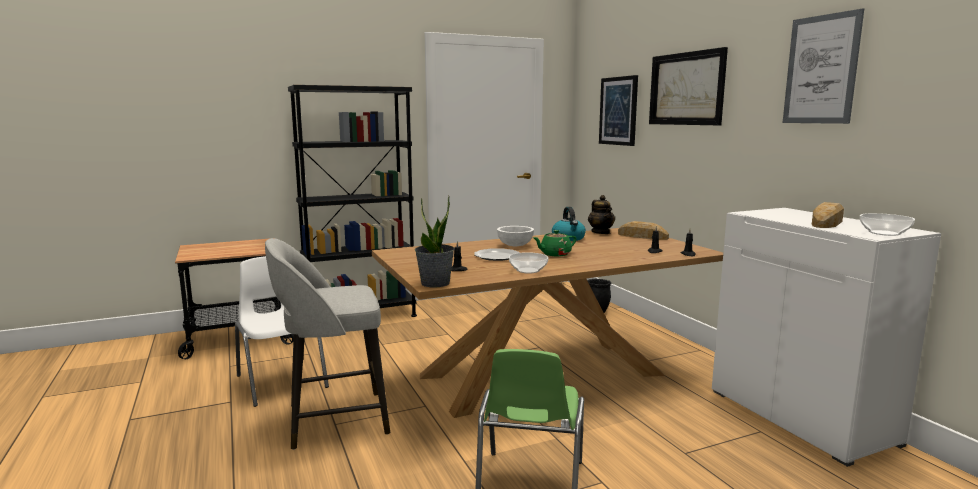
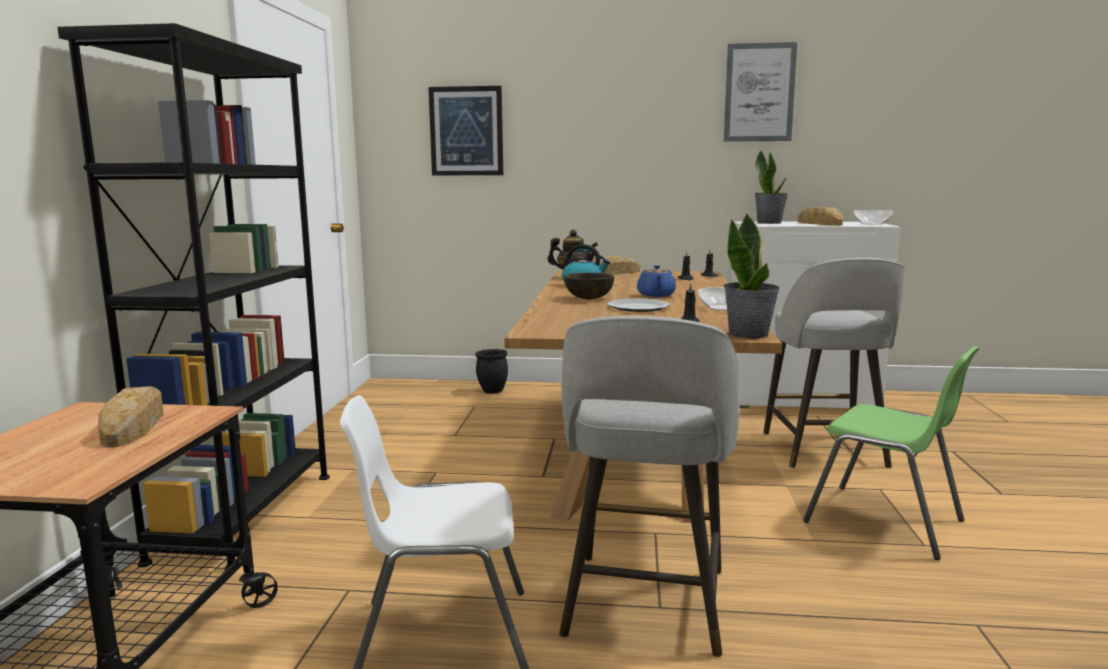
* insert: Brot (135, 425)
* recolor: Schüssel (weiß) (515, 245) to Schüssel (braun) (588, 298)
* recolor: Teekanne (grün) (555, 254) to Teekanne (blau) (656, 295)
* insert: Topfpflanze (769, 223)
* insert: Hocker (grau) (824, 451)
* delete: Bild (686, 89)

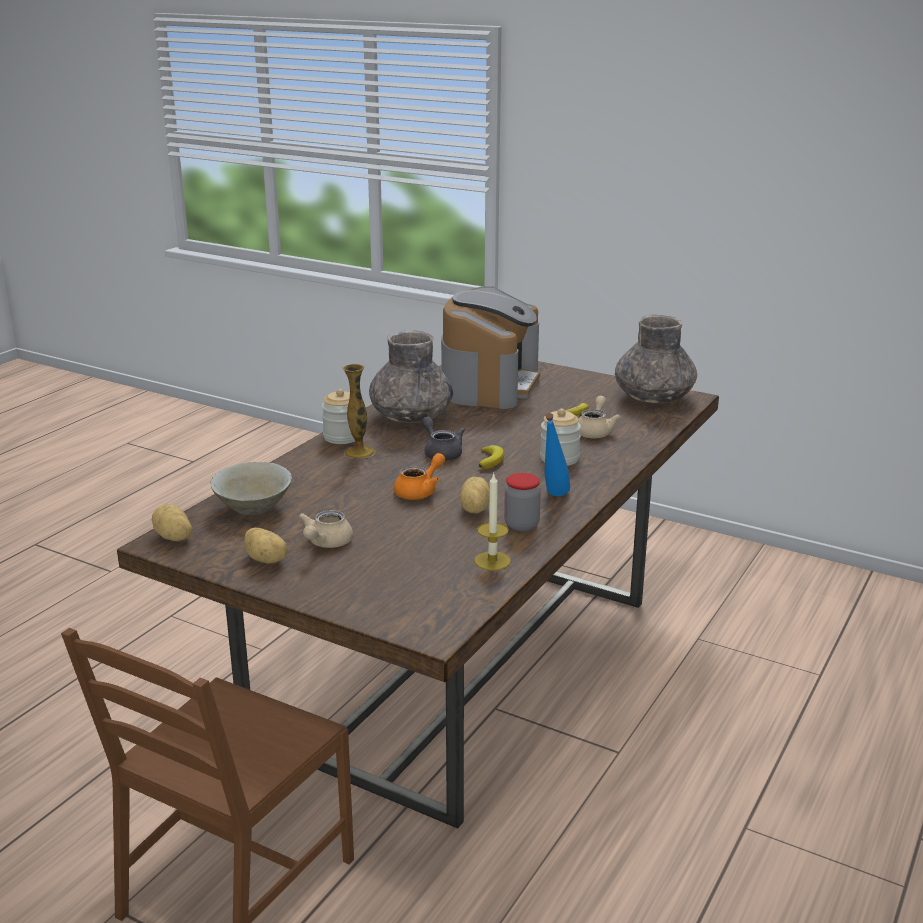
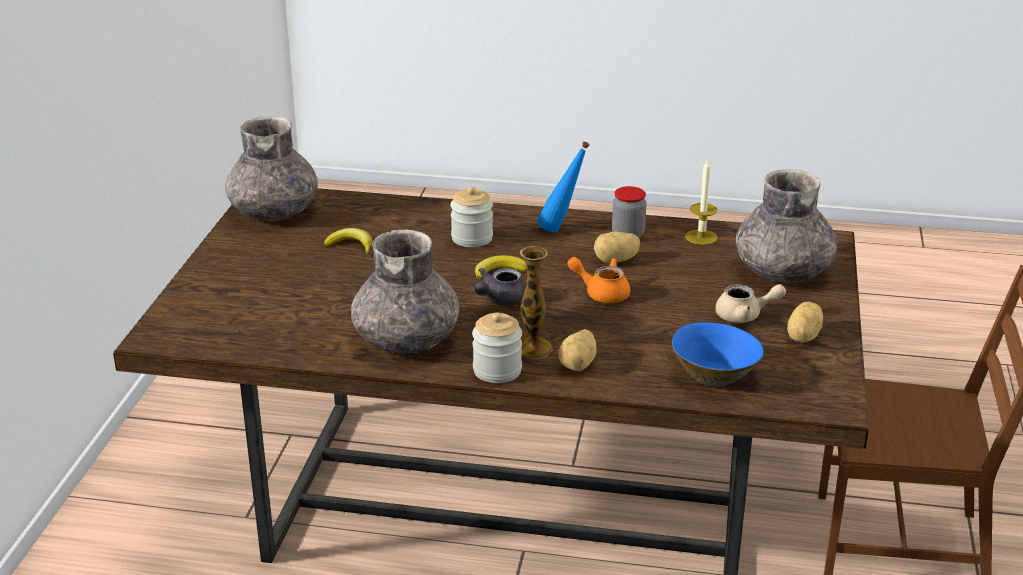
* move: Kartoffel (173, 538) to (579, 365)
* recolor: Schüssel (beige) (253, 507) to Schüssel (blau) (714, 375)
* insert: Vase (grau) (783, 271)
* delete: Kaffeemaschine (490, 384)
* delete: Teekanne (beige) (595, 431)

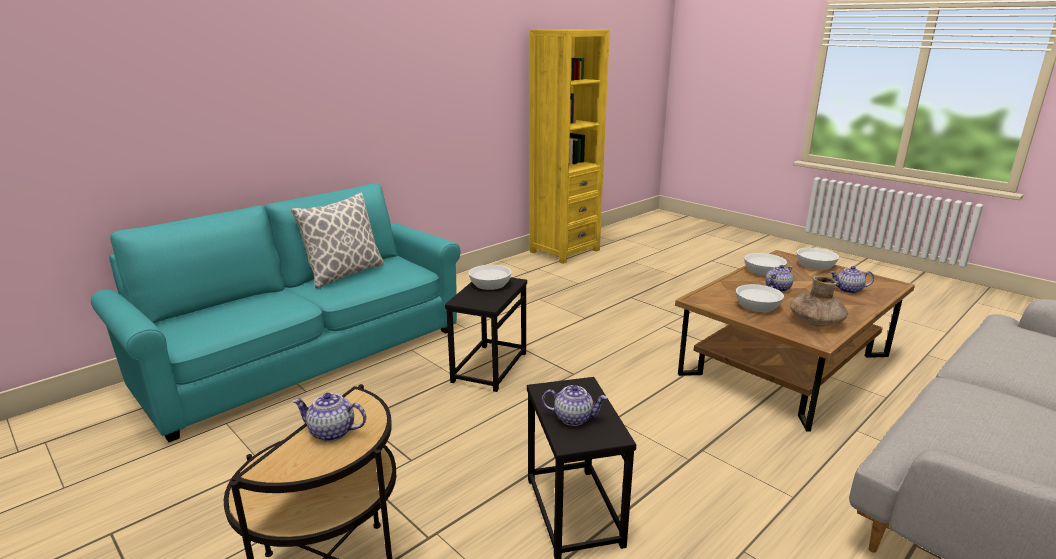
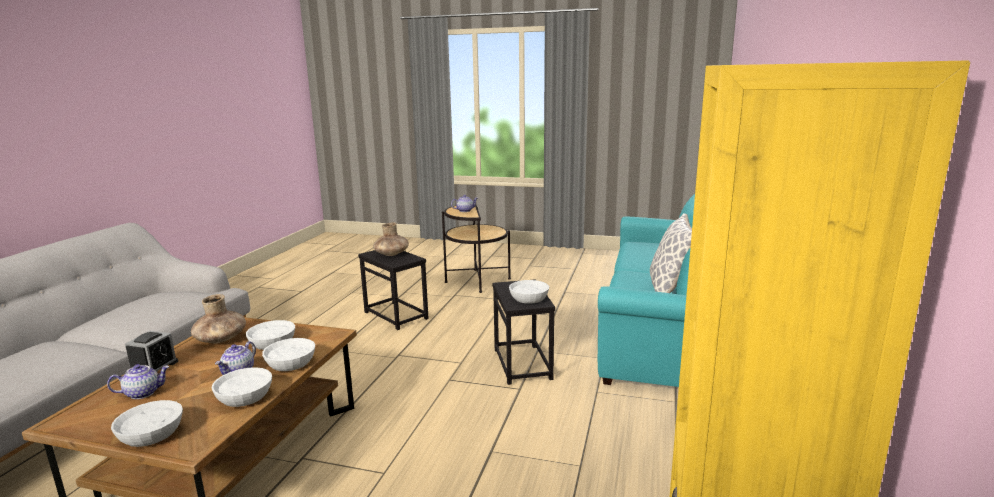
* insert: Wecker (154, 368)
* insert: Schüssel (weiß) (291, 362)
* replace: Teekanne (573, 418) to Vase (braun) (391, 254)

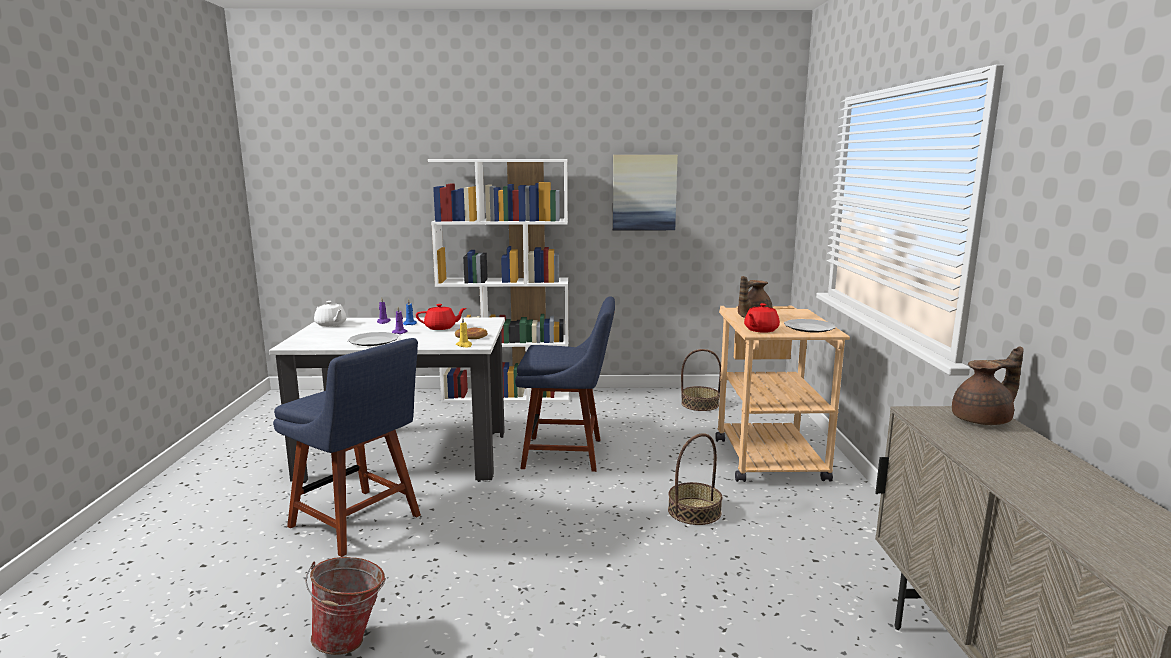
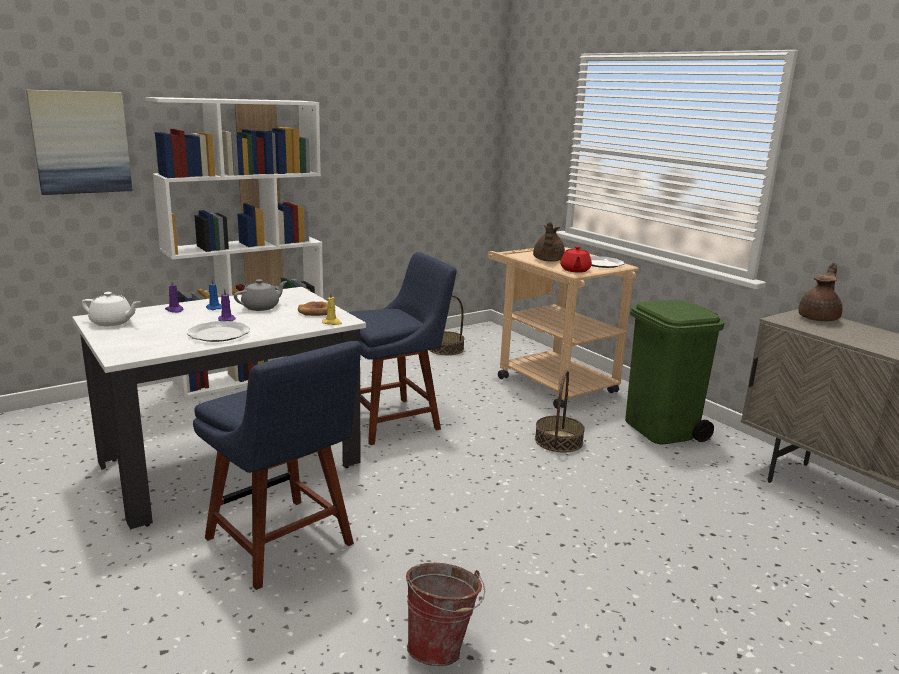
* move: Bild (644, 192) to (81, 142)
* rotate: Stuhl (blau) (359, 523) = (283, 544) 45 degrees clockwise
* recolor: Teekanne (rot) (441, 328) to Teekanne (grau) (261, 307)
* insert: Mülleimer (grün) (661, 430)

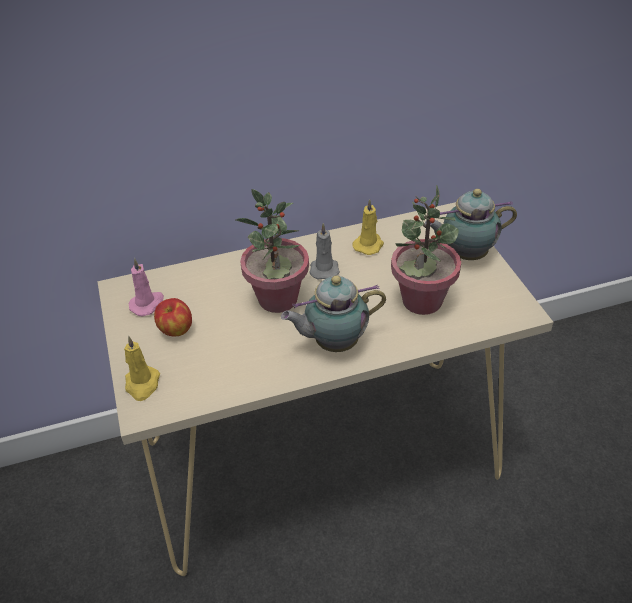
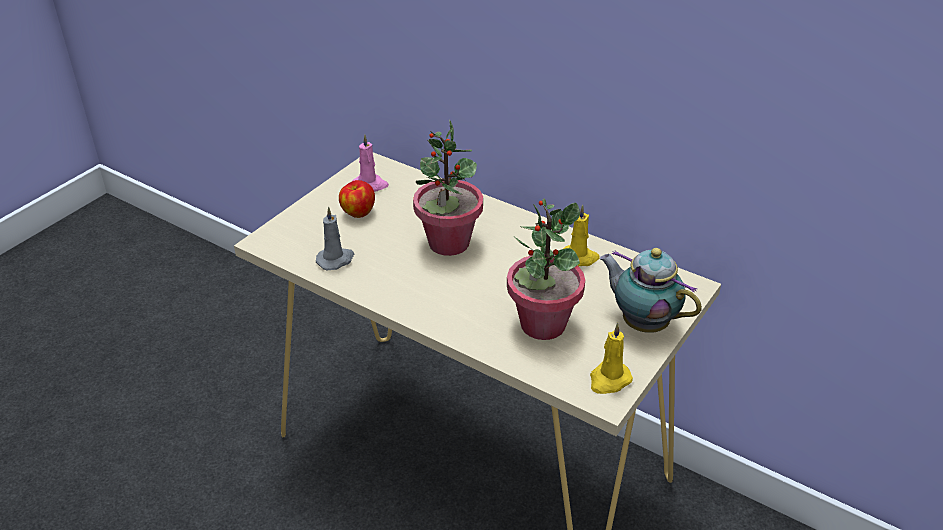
* move: Kerze (grau) (324, 269) to (336, 260)
* move: Kerze (gelb) (142, 384) to (609, 380)
* delete: Teekanne (333, 343)

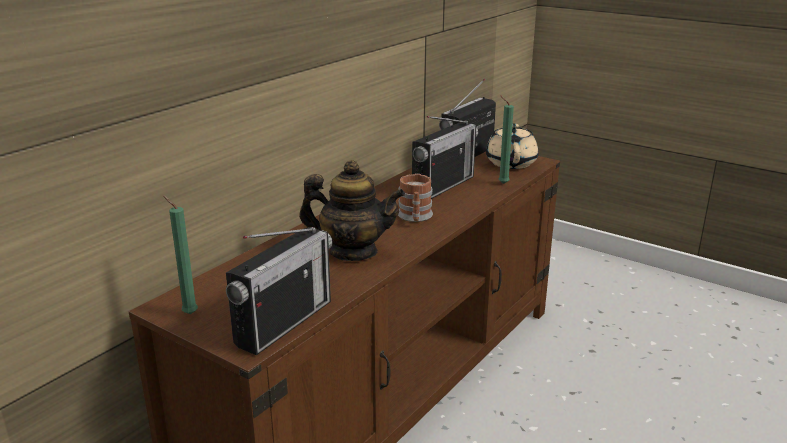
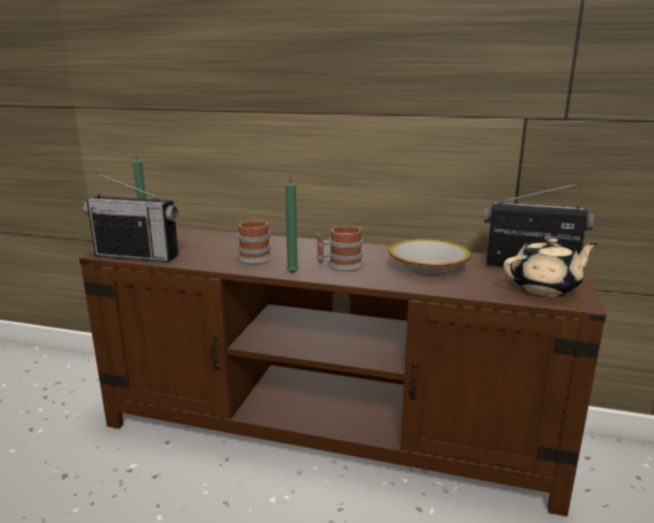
* replace: Teekanne (353, 251) to Henkelbecher (254, 256)
* move: Kerze (grün) (501, 183) to (293, 272)
* replace: Radio (443, 186) to Schüssel (428, 267)

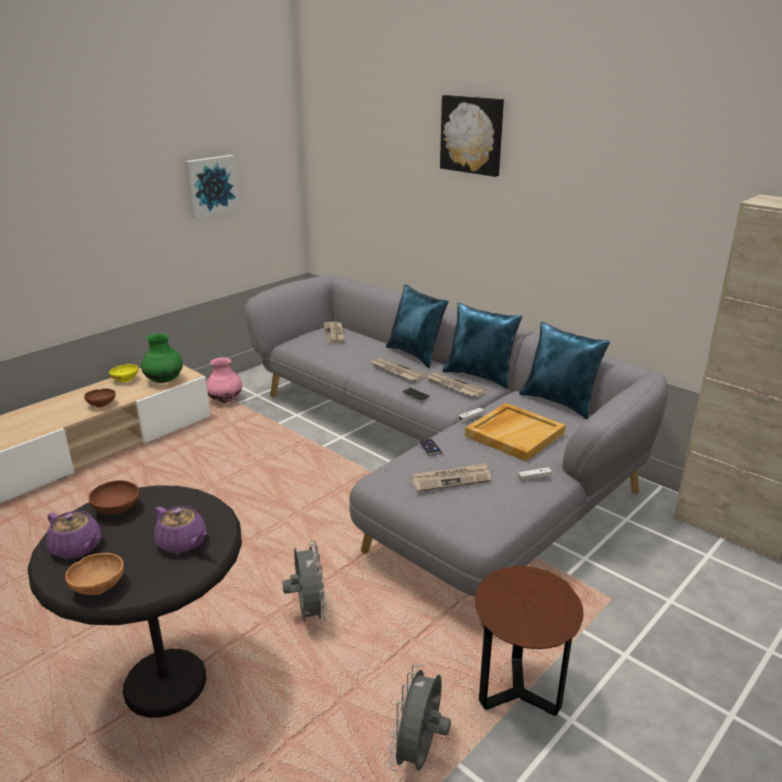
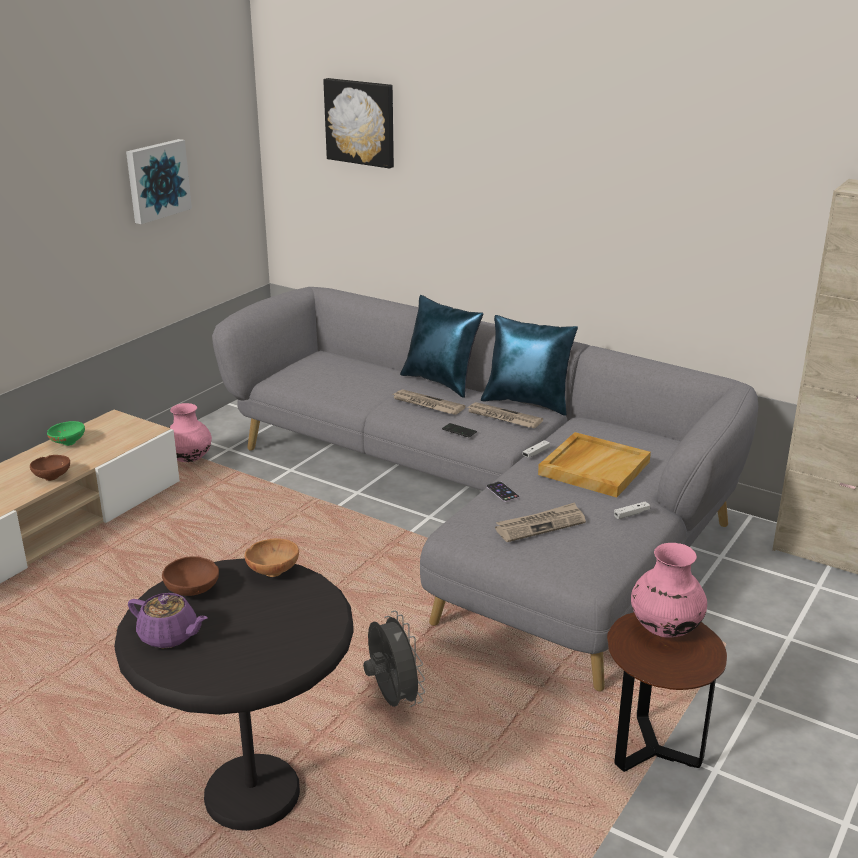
* recolor: Schüssel (gelb) (125, 380) to Schüssel (grün) (67, 442)
* move: Schüssel (braun) (99, 586) to (273, 570)
* move: Bild (472, 135) to (361, 122)
* insert: Vase (rosa) (664, 629)
* delete: Vase (grün) (164, 381)
* delete: Teekanne (lila) (183, 543)
* delete: Zeitung (334, 334)
* delete: Ventilator (grau) (419, 754)
* delete: Kissen (blau) (560, 402)

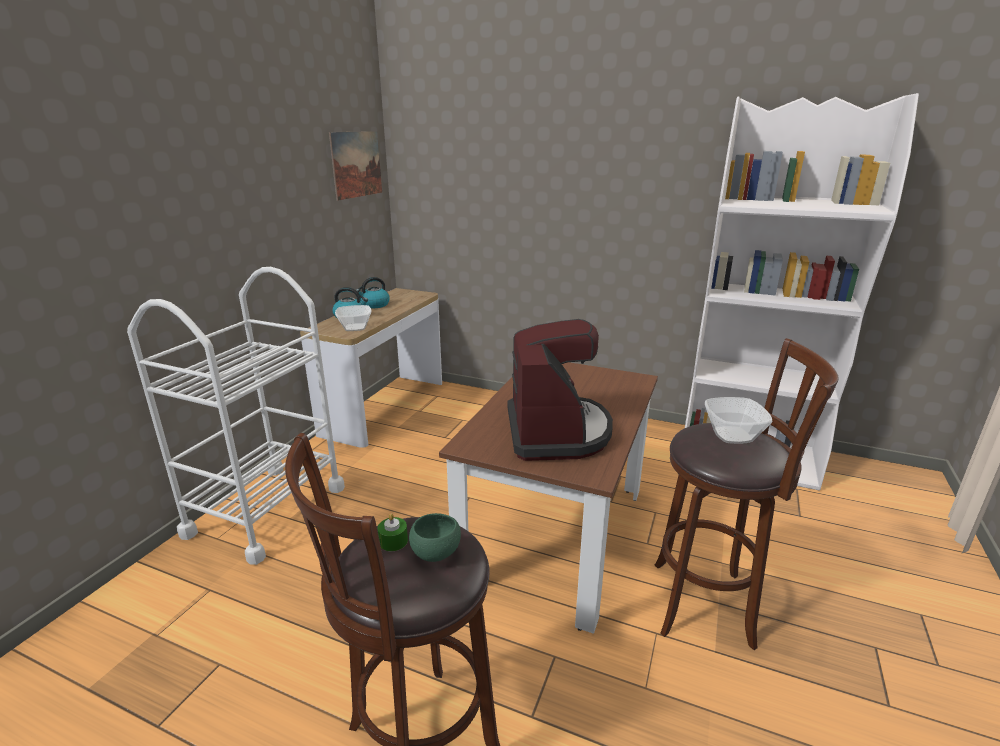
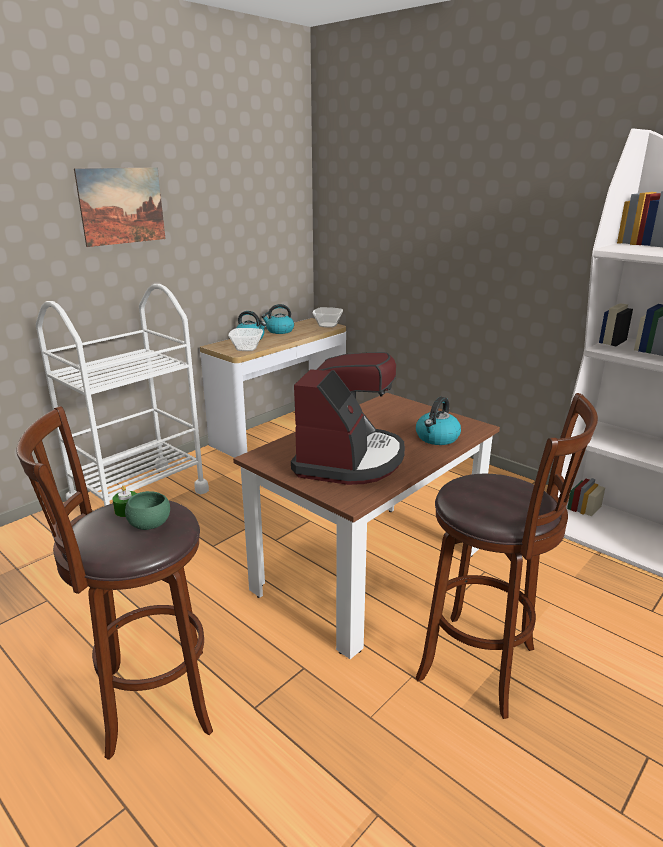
* move: Bild (356, 164) to (122, 206)
* move: Schüssel (733, 436) to (328, 325)
* insert: Wasserkessel (437, 438)

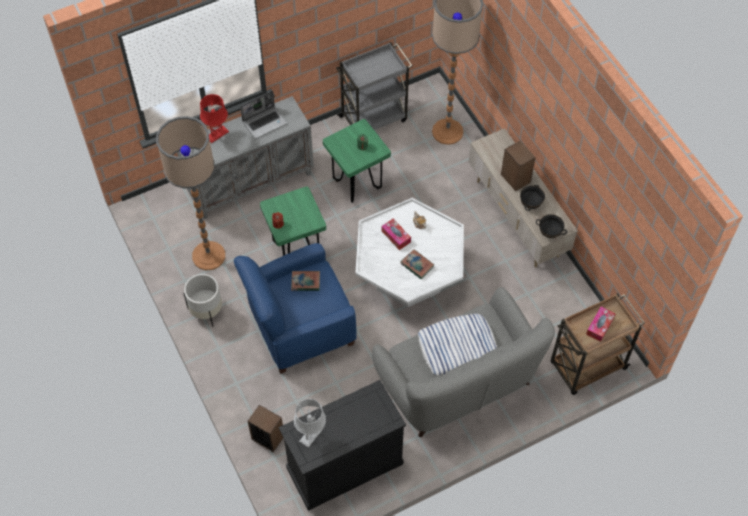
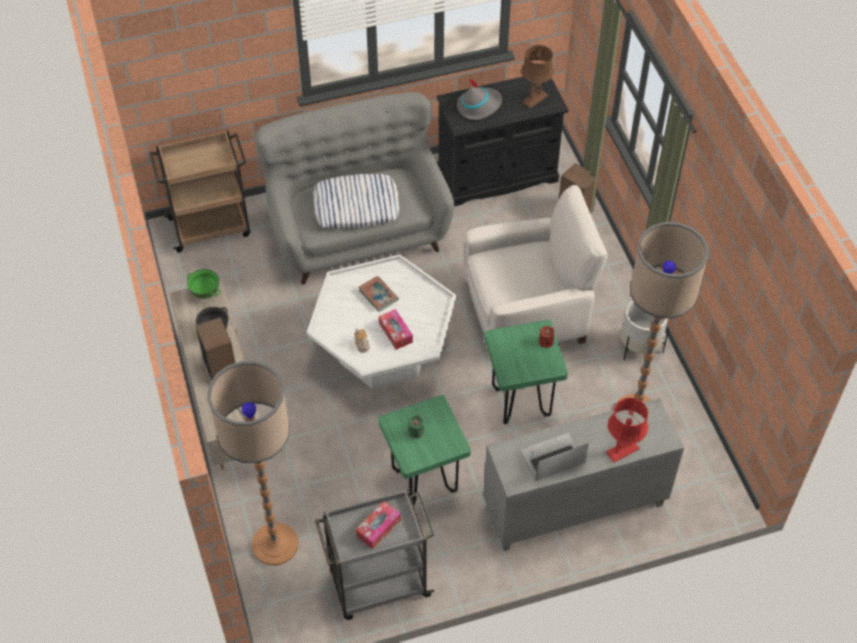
* recolor: Schüssel (schwarz) (550, 233) to Schüssel (grün) (205, 293)
* move: Taschentuchbox (600, 326) to (378, 528)
* insert: Hut (grau) (479, 106)
* recolor: Sessel (blau) (300, 326) to Sessel (weiß) (527, 313)
* recolor: Tischlampe (grau) (311, 434) to Tischlampe (braun) (535, 99)
* delete: Buch (305, 282)

